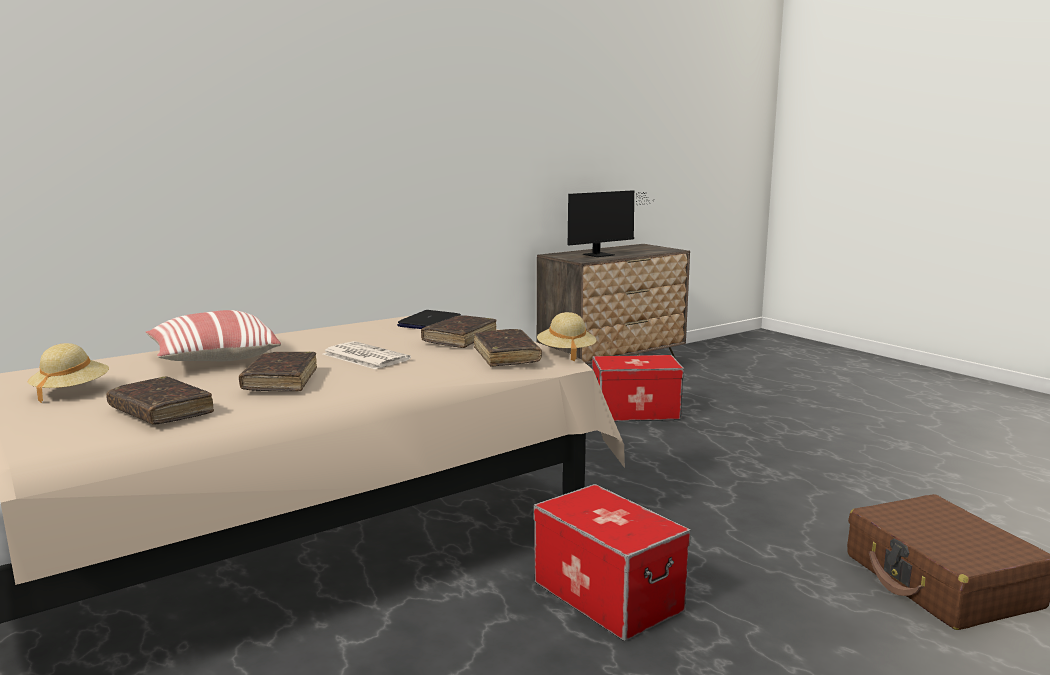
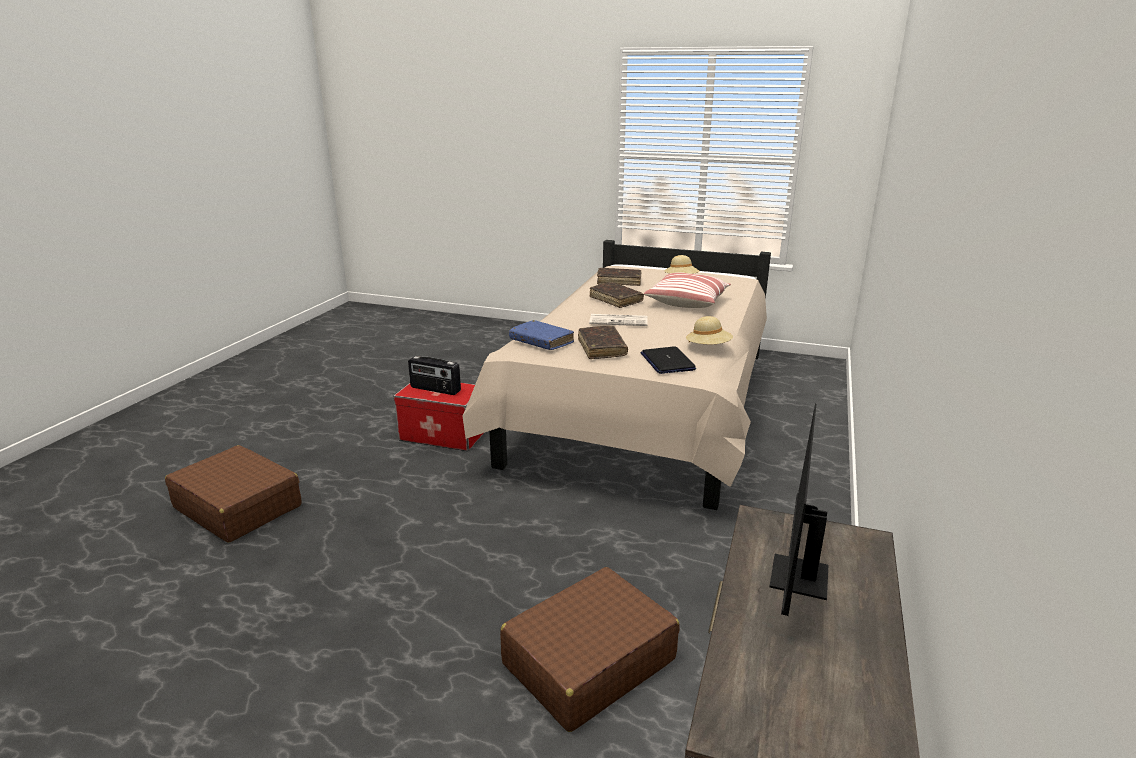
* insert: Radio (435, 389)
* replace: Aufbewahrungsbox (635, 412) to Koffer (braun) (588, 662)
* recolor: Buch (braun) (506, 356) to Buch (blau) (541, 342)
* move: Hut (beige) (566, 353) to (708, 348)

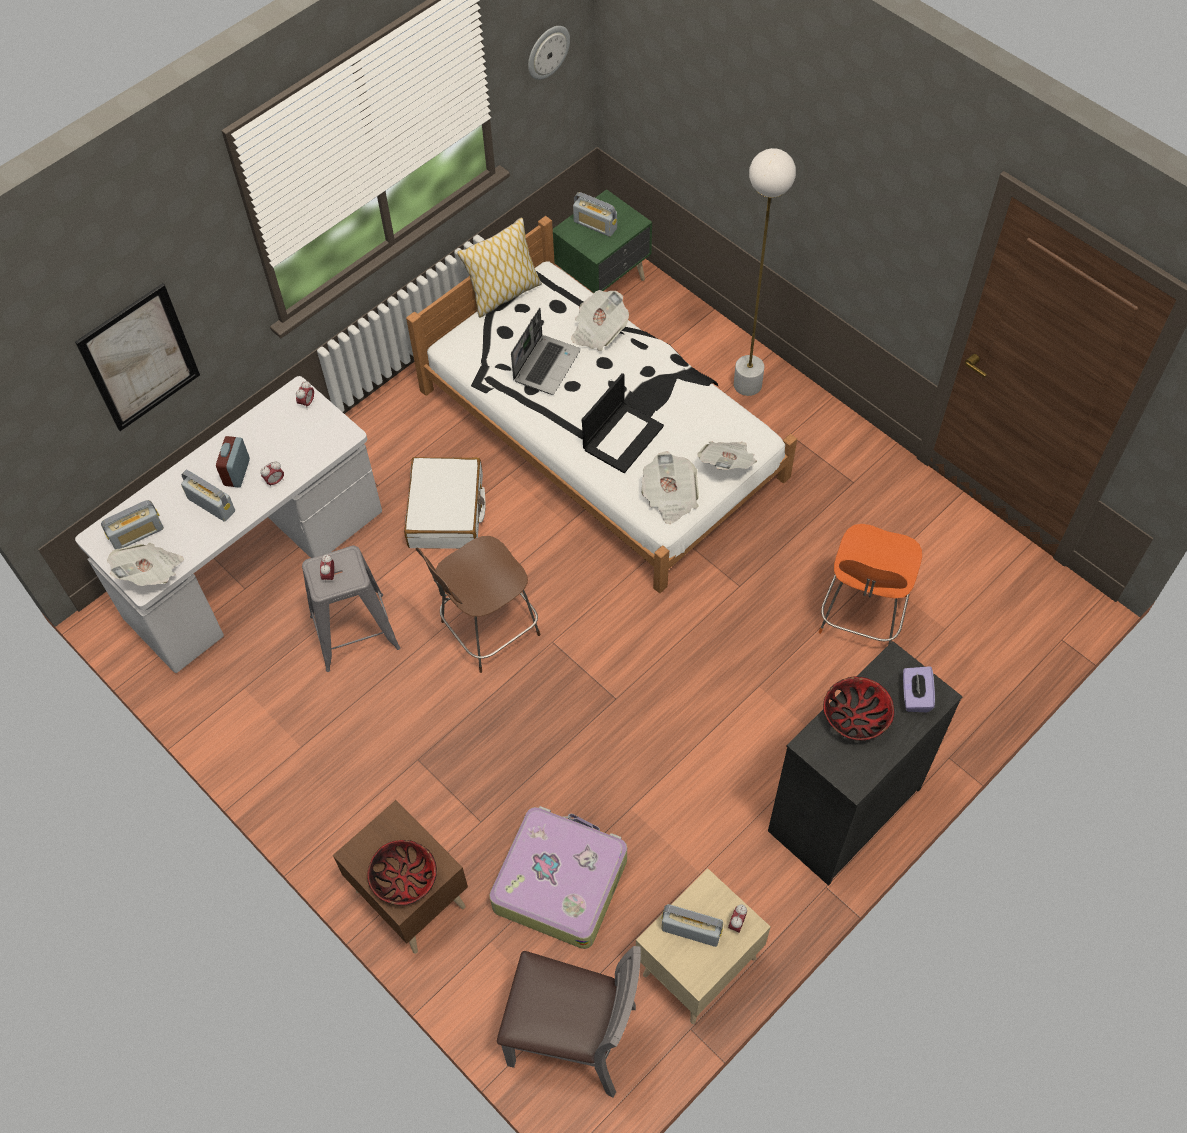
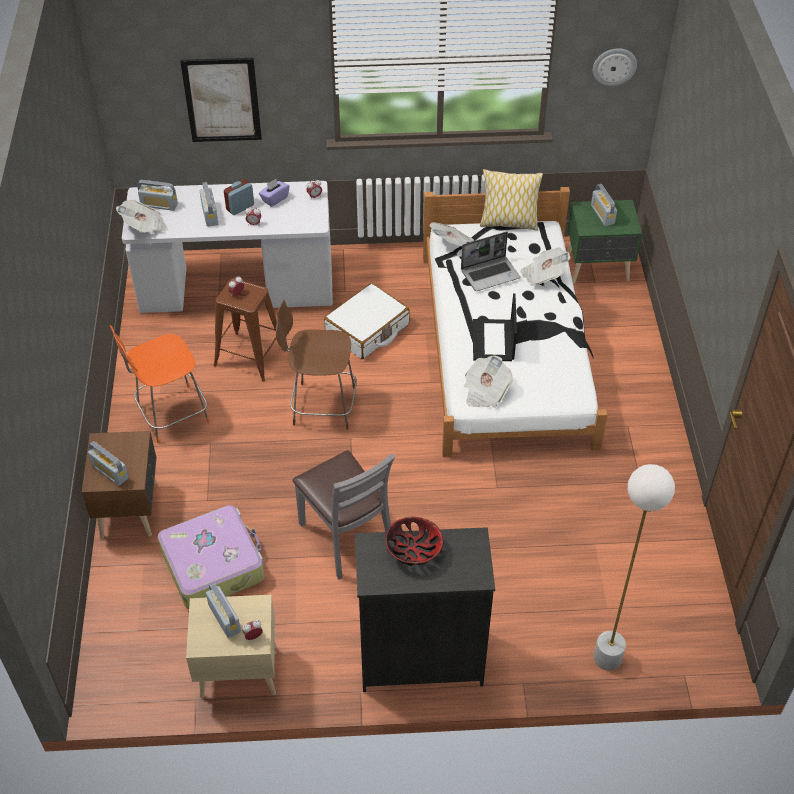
* replace: Schüssel (405, 878) to Radio (110, 472)
* move: Stuhl (orange) (861, 617) to (170, 415)
* recolor: Hocker (grau) (355, 632) to Hocker (braun) (249, 357)
* move: Taschentuchbox (lila) (915, 696) to (274, 199)
* move: Stuhl (grau) (574, 1037) to (346, 537)
* move: Zeitung (727, 464) to (451, 243)
* rotate: Laptop (623, 437) = (494, 341) 105 degrees clockwise
* move: Stehlampe (weiß) (747, 385) to (607, 658)

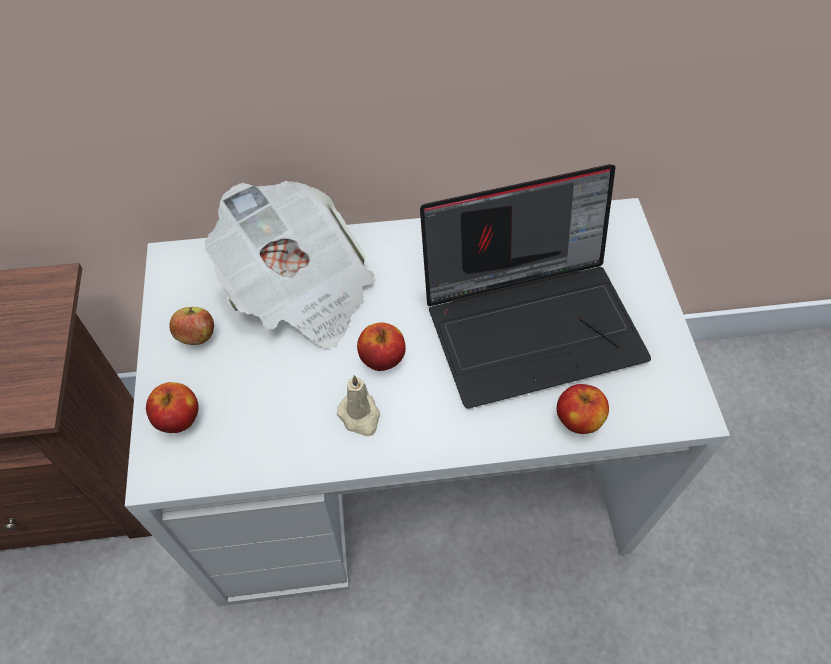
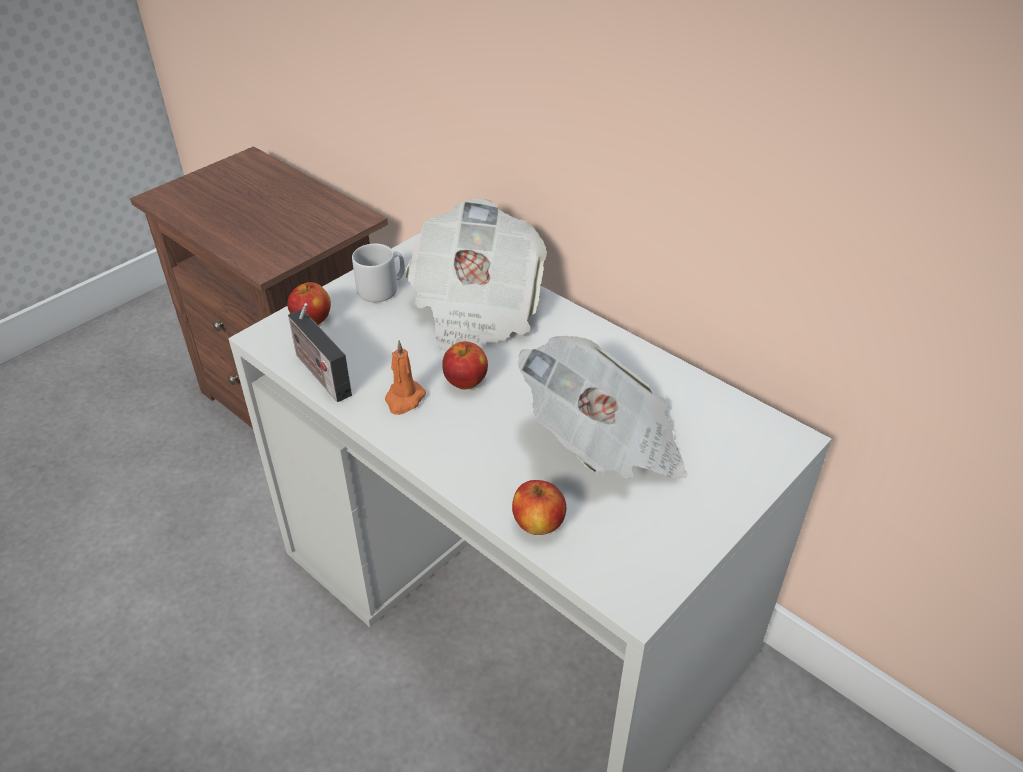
* insert: Radio (320, 373)
* replace: Apfel (196, 336) to Henkelbecher (grau) (382, 289)
* recolor: Kerze (beige) (360, 416) to Kerze (orange) (404, 399)
* replace: Laptop (532, 320) to Zeitung (603, 443)

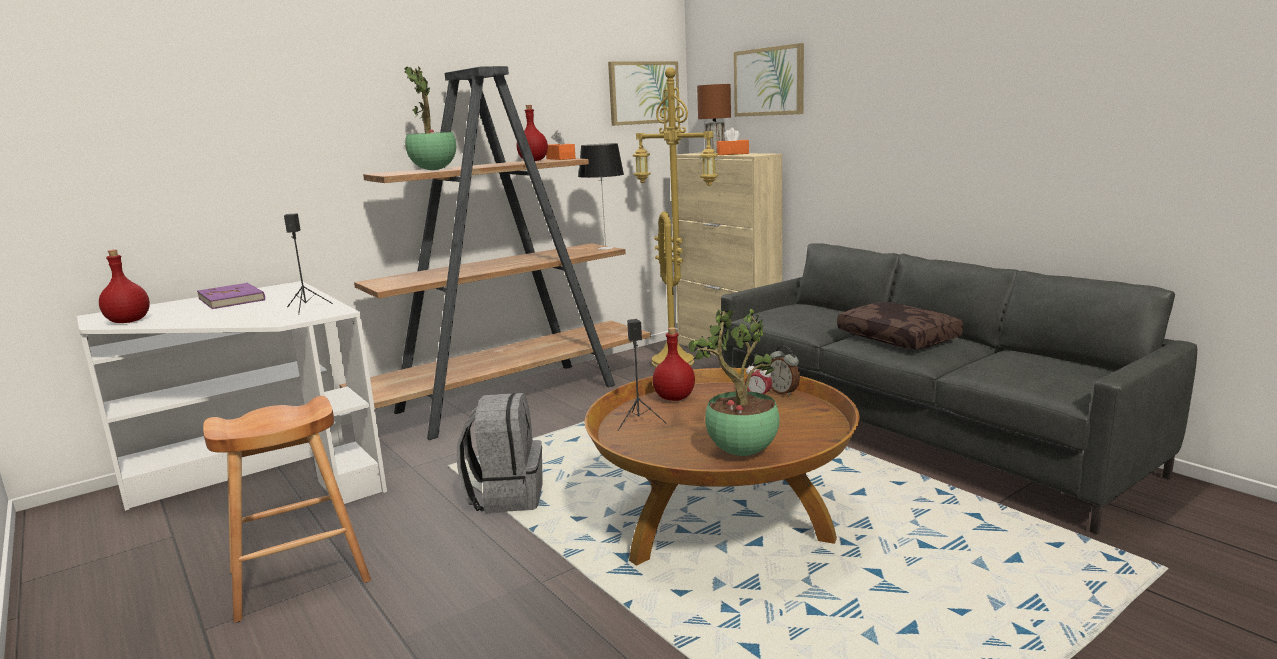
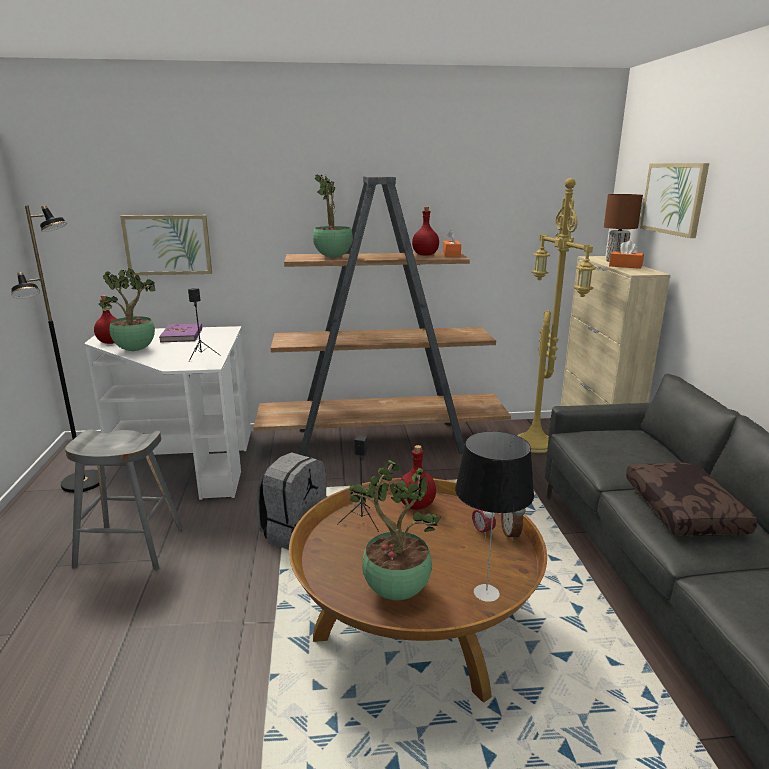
* insert: Stehlampe (schwarz) (84, 482)
* recolor: Hocker (braun) (300, 576) to Hocker (grau) (131, 547)
* insert: Topfpflanze (136, 350)
* move: Bild (643, 93) to (168, 245)
* move: Tischlampe (605, 248) to (485, 593)

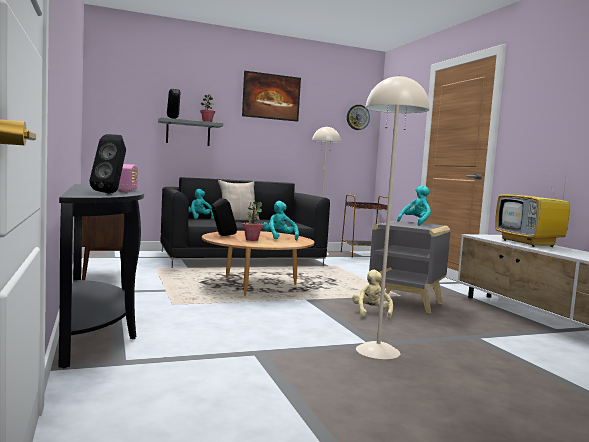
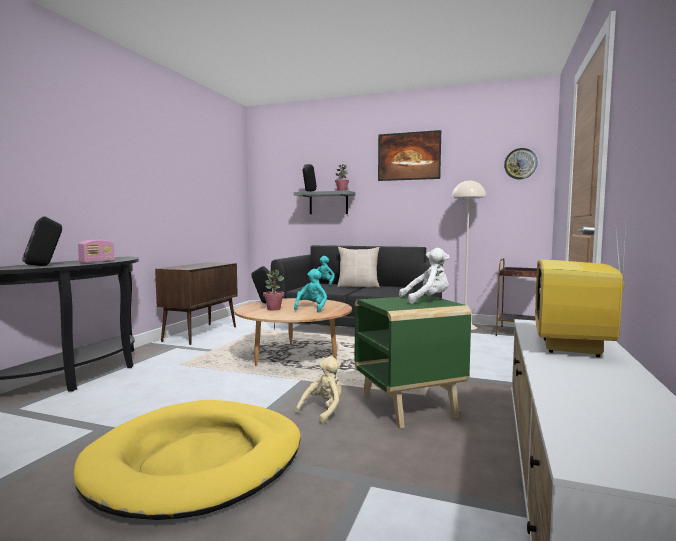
* replace: Stehlampe (beige) (378, 350) to Hundebett (gelb) (198, 461)
* recolor: Beistelltisch (grau) (407, 302) to Beistelltisch (grün) (409, 406)
* recolor: Plüschtier (türkis) (416, 223) to Plüschtier (weiß) (427, 300)

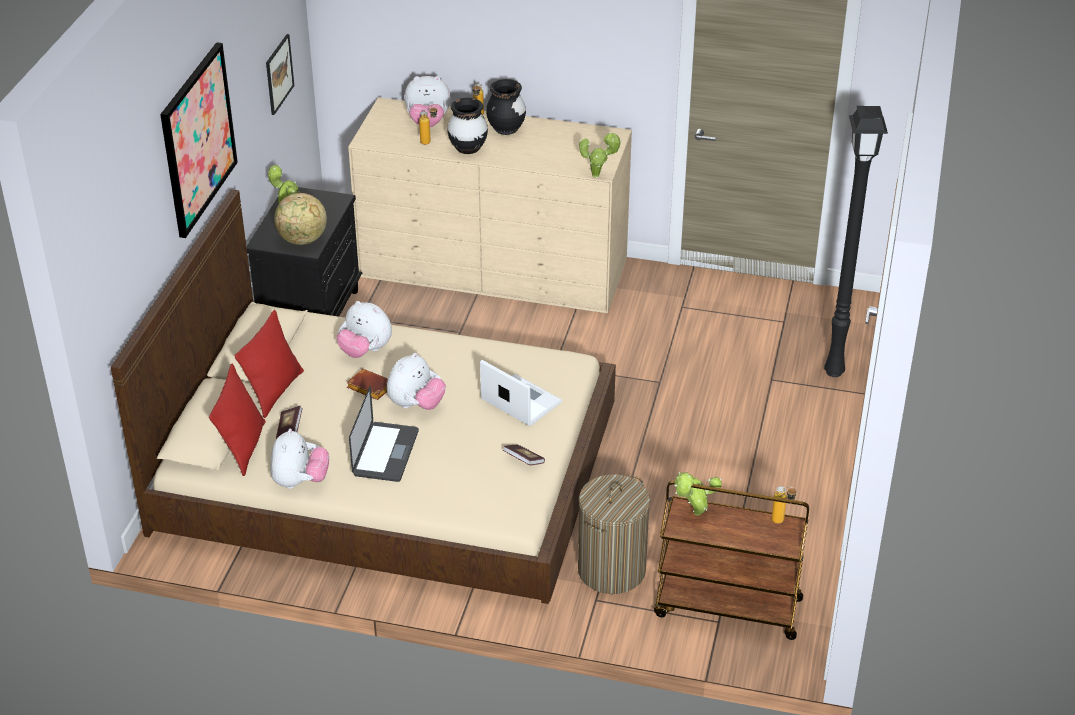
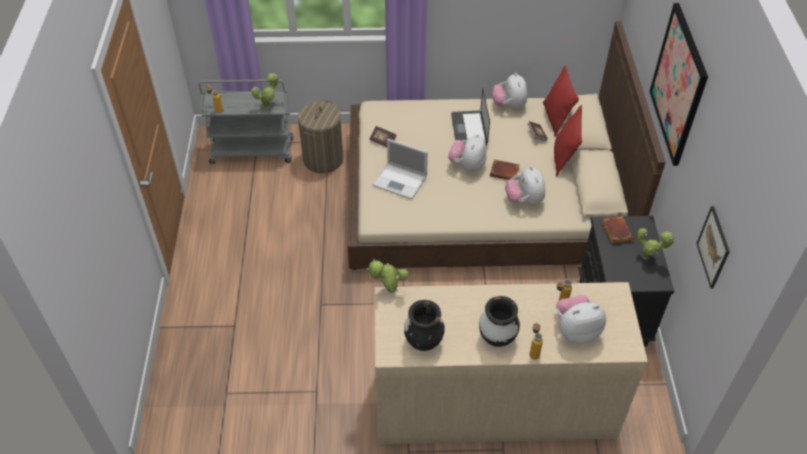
* recolor: Rollwagen (braun) (726, 608) to Rollwagen (grau) (253, 151)
* move: Vase (schwarz) (467, 148) to (423, 341)
* rotate: Plüschtier (365, 351) = (524, 200) 120 degrees counterclockwise
* replace: Globus (302, 240) to Buch (braun) (615, 231)
* delete: Stehlampe (schwarz) (835, 373)

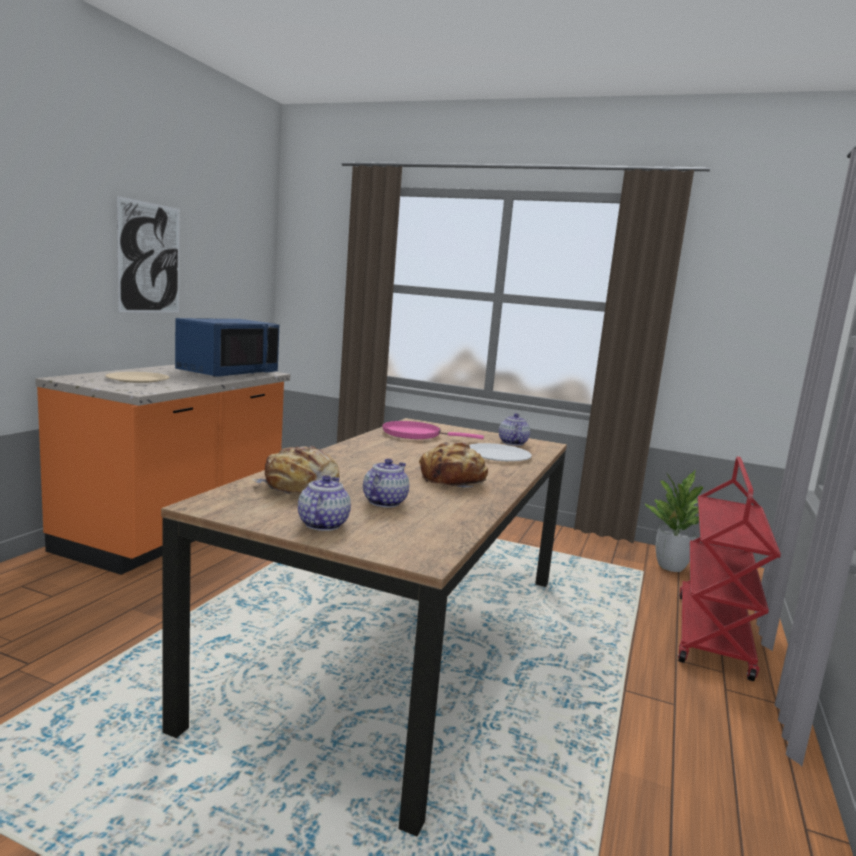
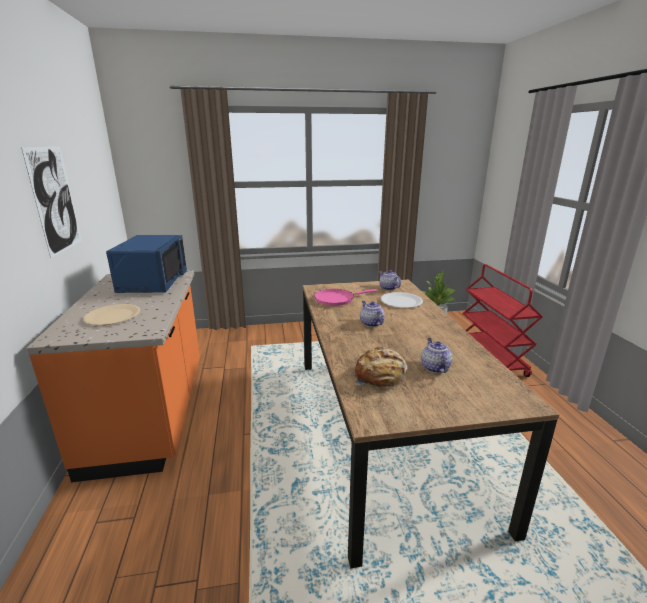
* move: Teekanne (323, 524) to (371, 323)
* delete: Brot (453, 480)

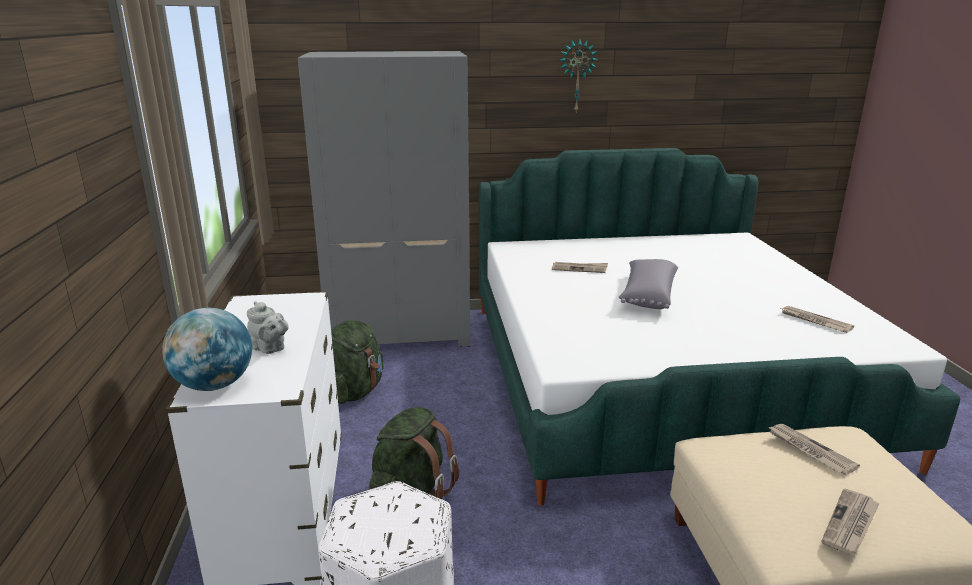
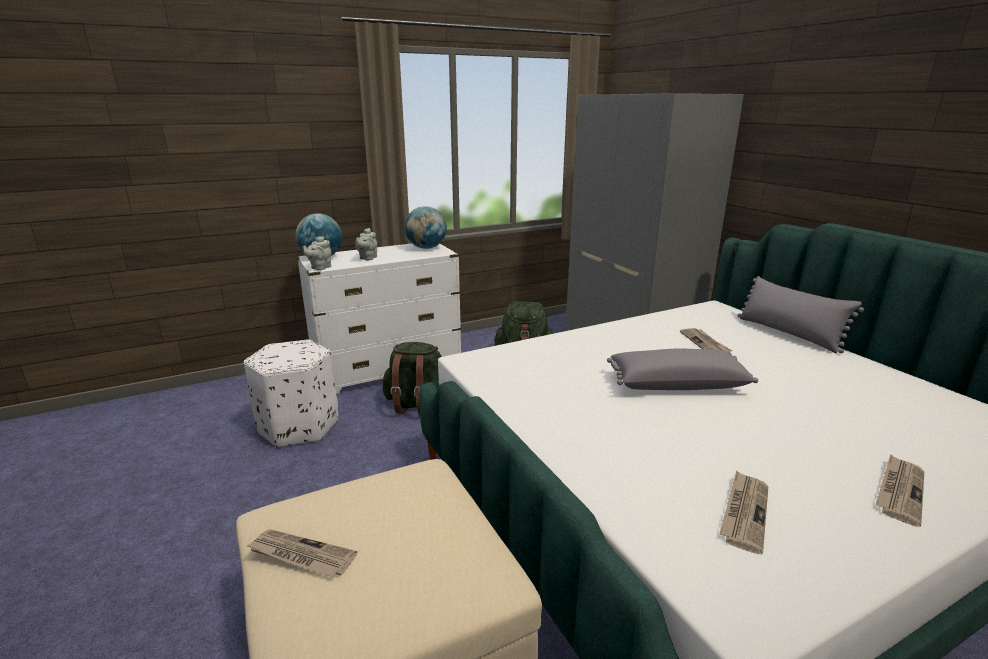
* insert: Teekanne (grau) (320, 268)
* insert: Globus (426, 248)
* insert: Kissen (grau) (789, 334)
* move: Zeitung (809, 450) to (899, 491)
* delete: Wanduhr (577, 76)

